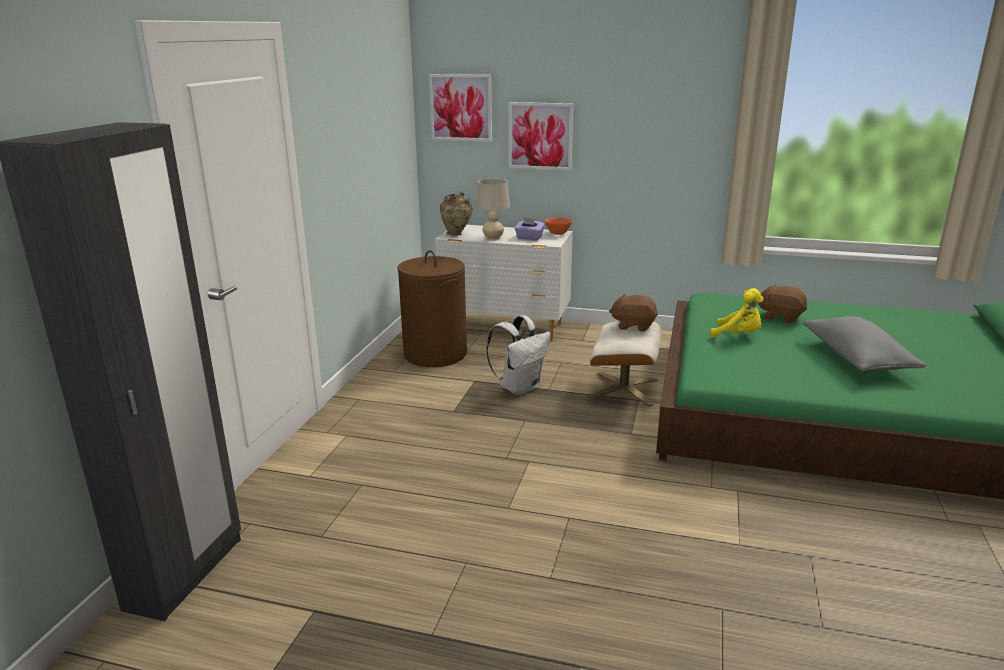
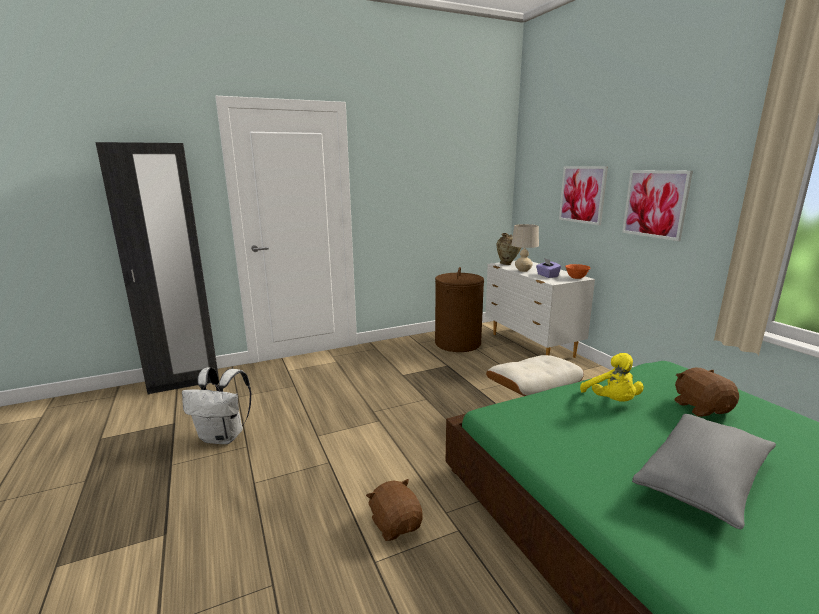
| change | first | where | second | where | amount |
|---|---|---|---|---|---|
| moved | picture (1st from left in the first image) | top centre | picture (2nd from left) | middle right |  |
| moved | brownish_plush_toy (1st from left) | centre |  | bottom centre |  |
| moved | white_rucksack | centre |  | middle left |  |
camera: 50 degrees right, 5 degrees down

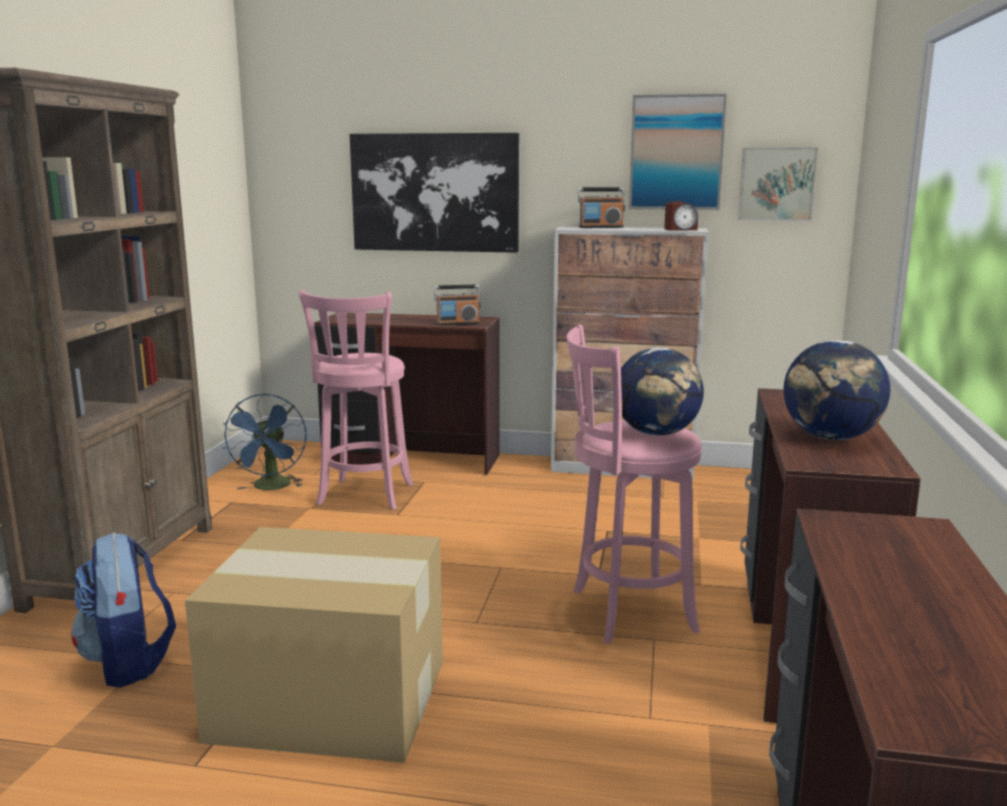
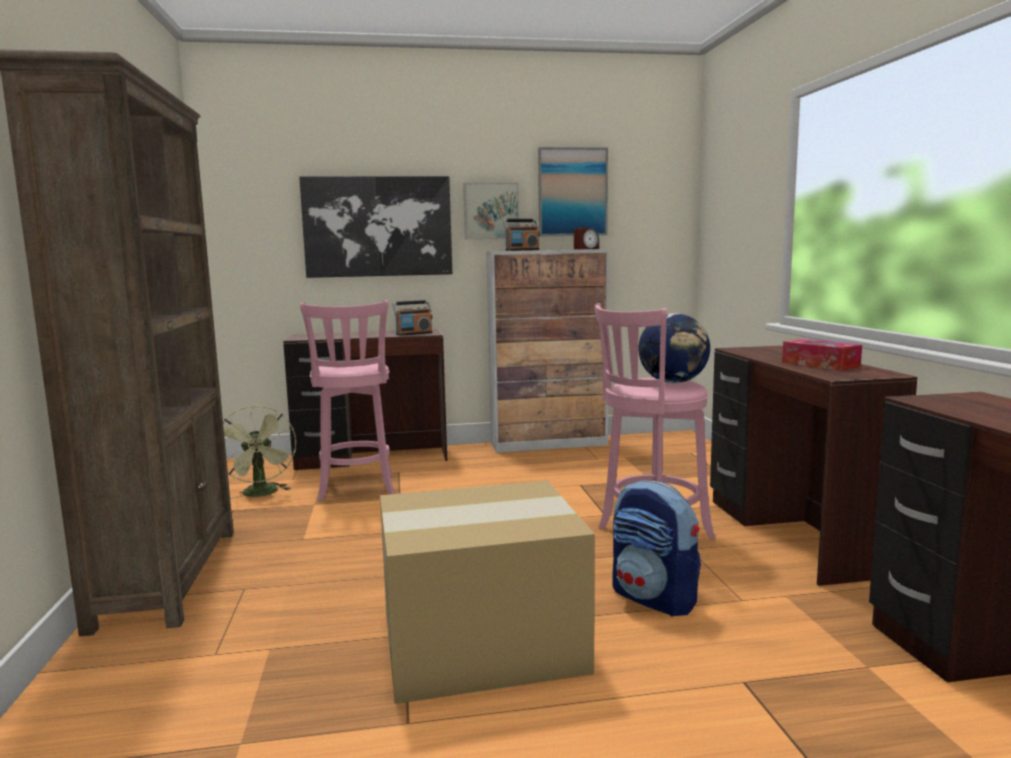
| change | first | where | second | where | amount |
|---|---|---|---|---|---|
| moved | picture (3rd from left in the first image) | top right | picture (2nd from left) | top centre |  |
| replaced | world_globe (2nd from left) | middle right | tissue_box | middle right |  |
| recoloured | bluish_electric_fan | middle left | green-coloured_electric_fan | middle left |  |
| moved | rucksack | bottom left |  | bottom centre |  |
camera: 20 degrees left, 5 degrees down

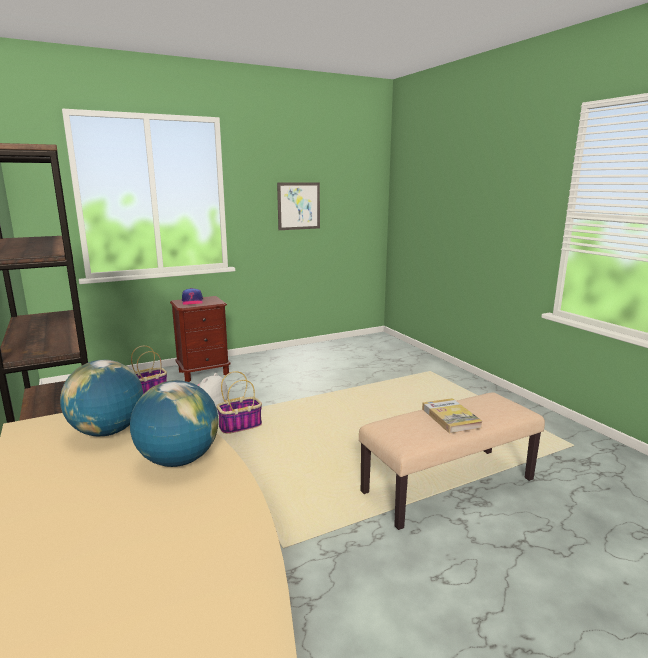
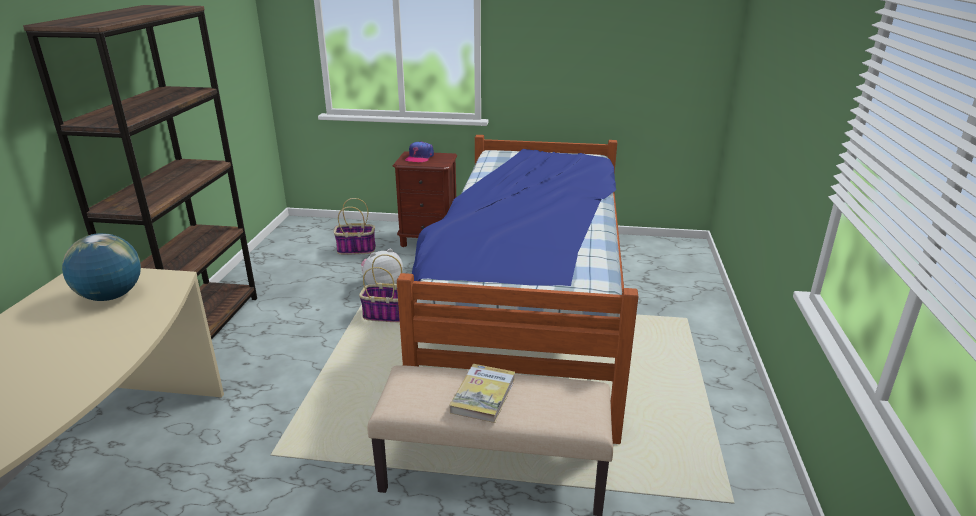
| change | first | where | second | where | amount |
|---|---|---|---|---|---|
| removed | picture | top centre |  |  |  |
| removed | world_globe (2nd from left) | middle left |  |  |  |
| added |  |  | sleeping_bed | centre |  |
camera: 35 degrees right, 10 degrees up

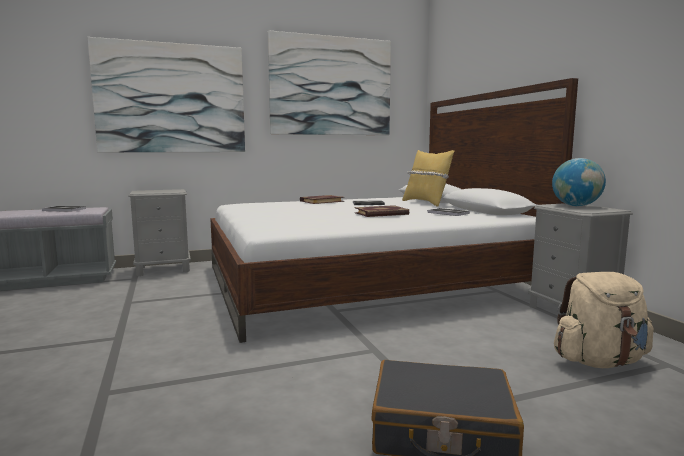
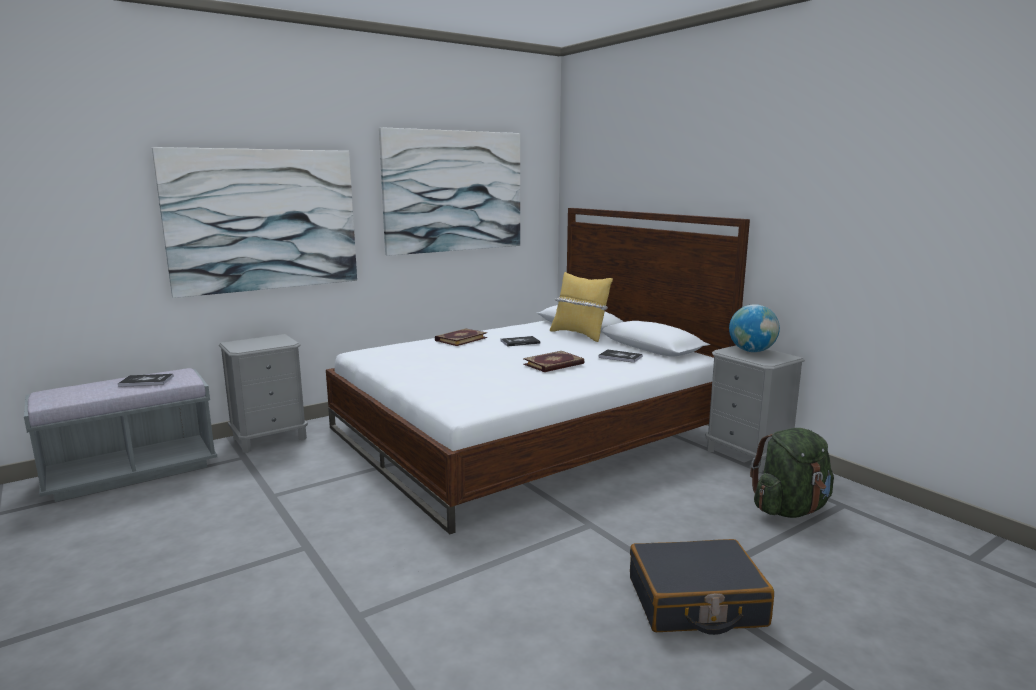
| change | first | where | second | where | amount |
|---|---|---|---|---|---|
| recoloured | sand-coloured_rucksack | bottom right | green-coloured_rucksack | bottom right |  |
camera: 15 degrees left, 5 degrees up

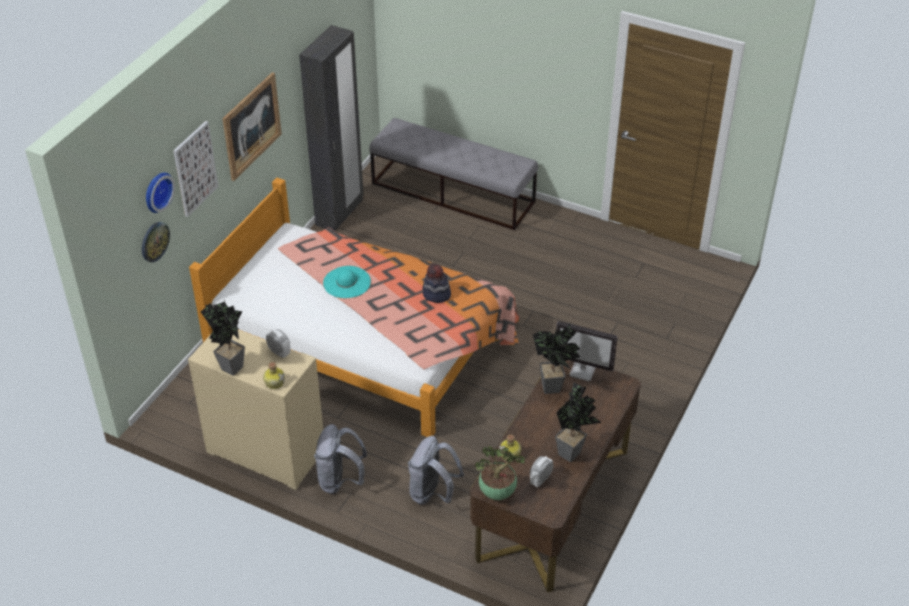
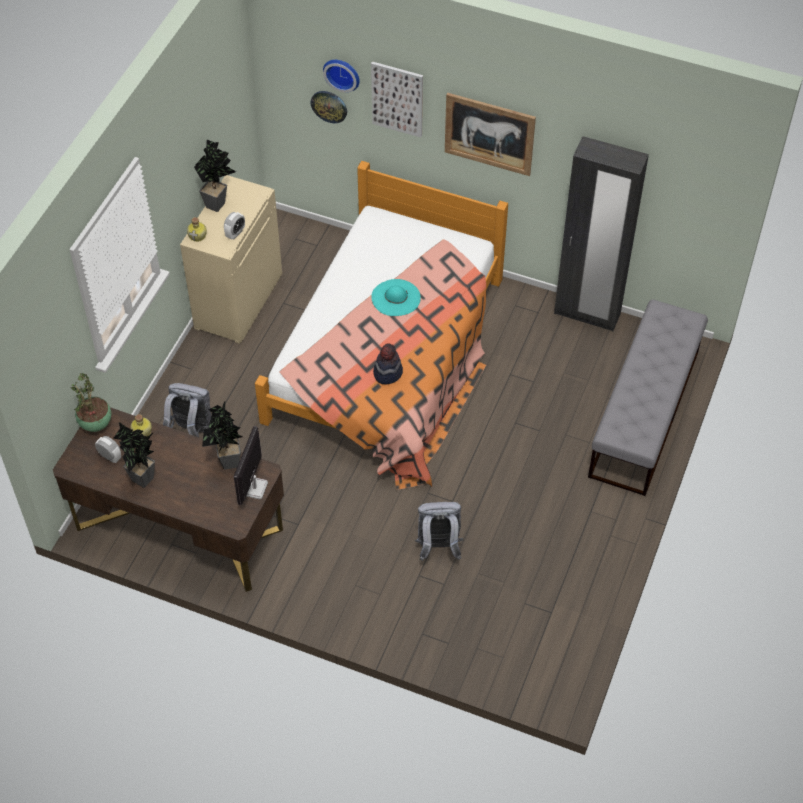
| change | first | where | second | where | amount |
|---|---|---|---|---|---|
| moved | greyish_rucksack (1st from left in the first image) | bottom centre | greyish_rucksack (2nd from left) | centre |  |
camera: 85 degrees right, 10 degrees up

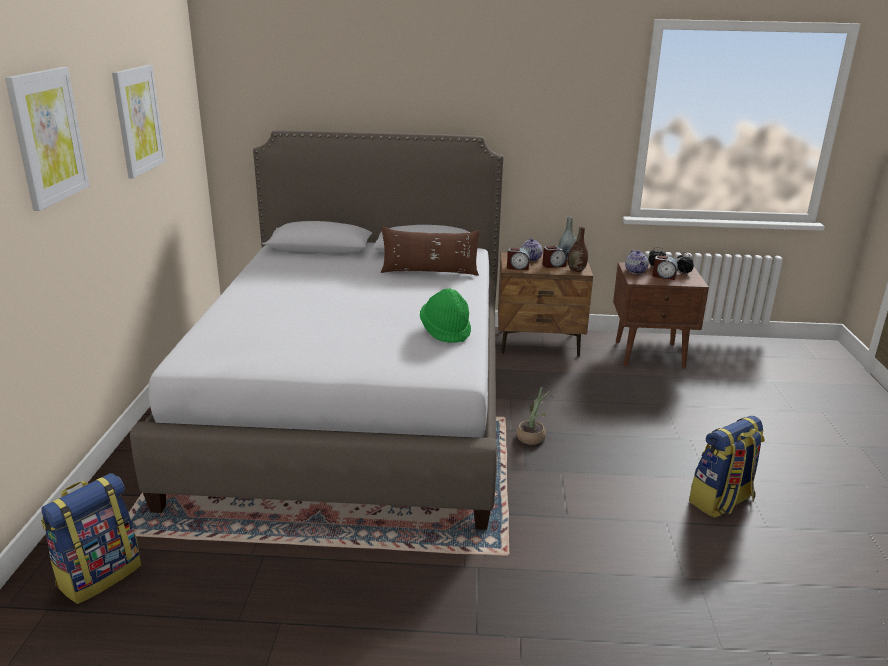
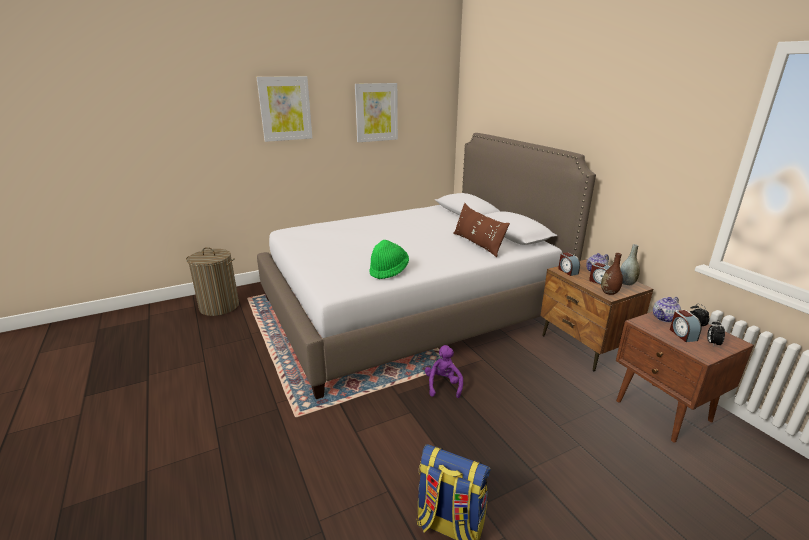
| change | first | where | second | where | amount |
|---|---|---|---|---|---|
| replaced | houseplant | centre | purplish_plush_toy | bottom centre |  |
| replaced | rucksack (1st from left) | bottom left | laundry_basket | middle left |  |
camera: 60 degrees right, 0 degrees up

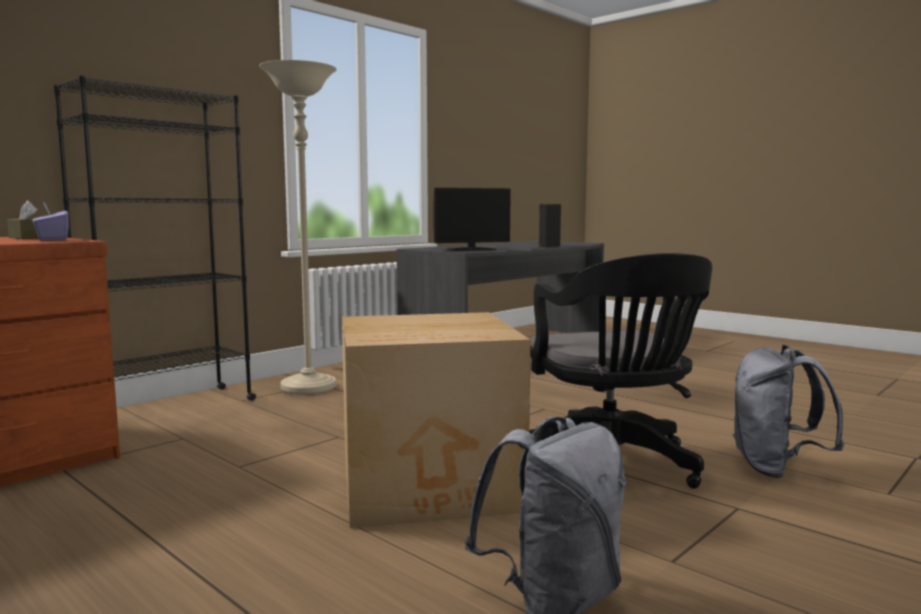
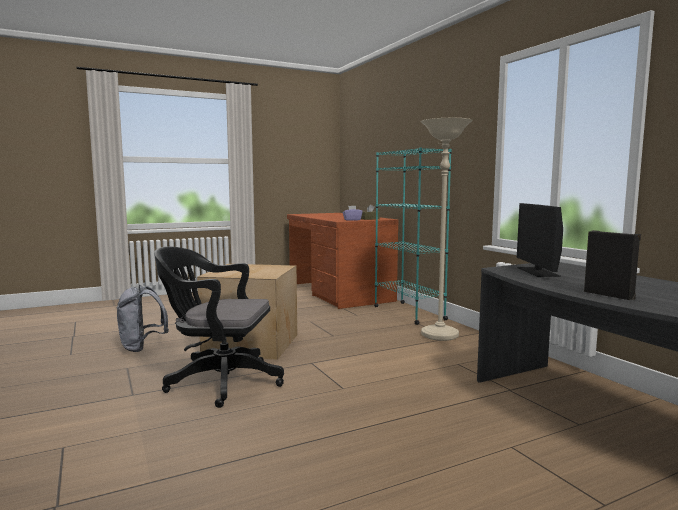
| change | first | where | second | where | amount |
|---|---|---|---|---|---|
| recoloured | blackish_bookshelf | middle left | turquoise-coloured_bookshelf | centre |  |
| removed | greyish_rucksack (2nd from left) | bottom right |  |  |  |
camera: 110 degrees right, 0 degrees up

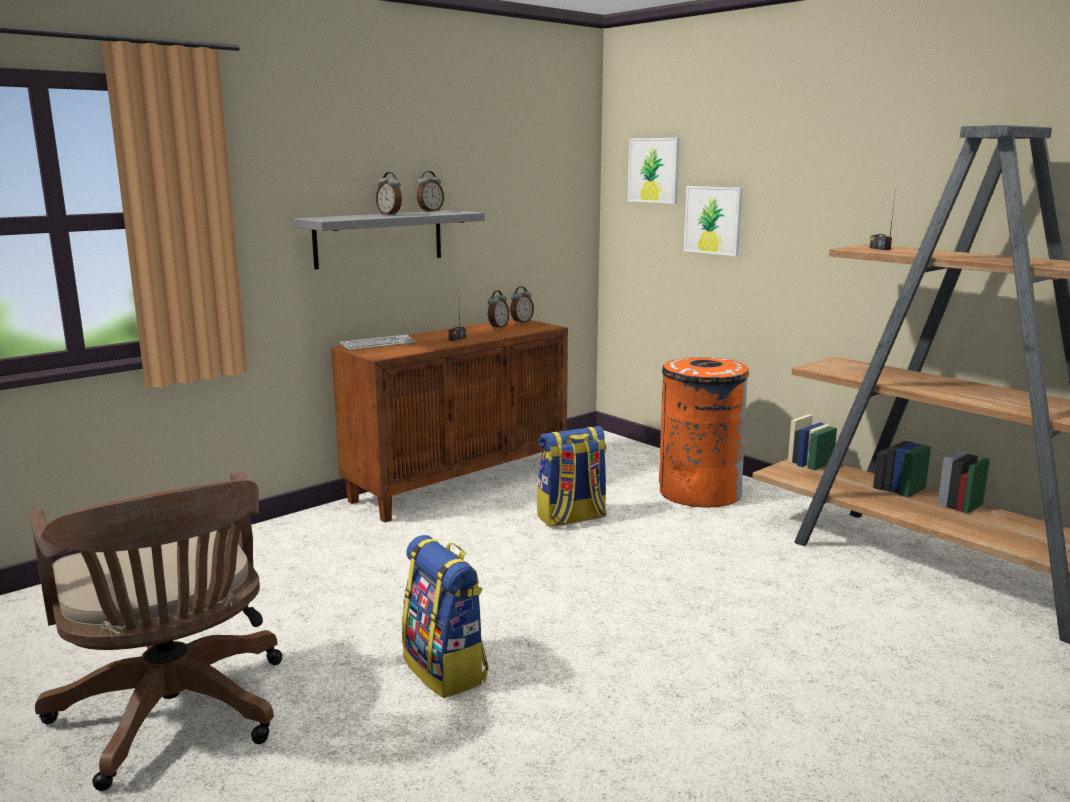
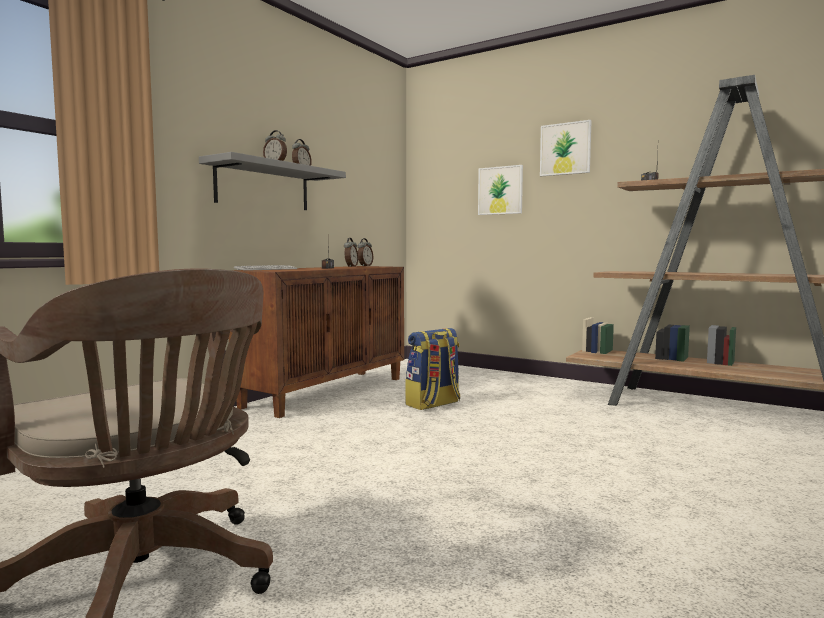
| change | first | where | second | where | amount |
|---|---|---|---|---|---|
| moved | picture (1st from left in the first image) | top centre | picture (2nd from left) | top right |  |
| removed | orange_rubbish_bin | centre |  |  |  |
| removed | rucksack (1st from left) | bottom centre |  |  |  |
camera: 15 degrees left, 10 degrees down

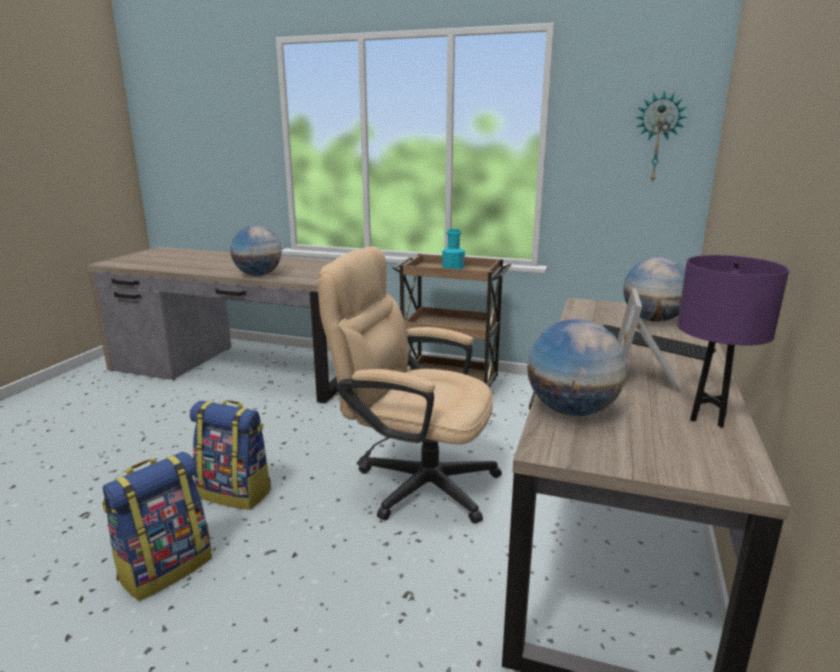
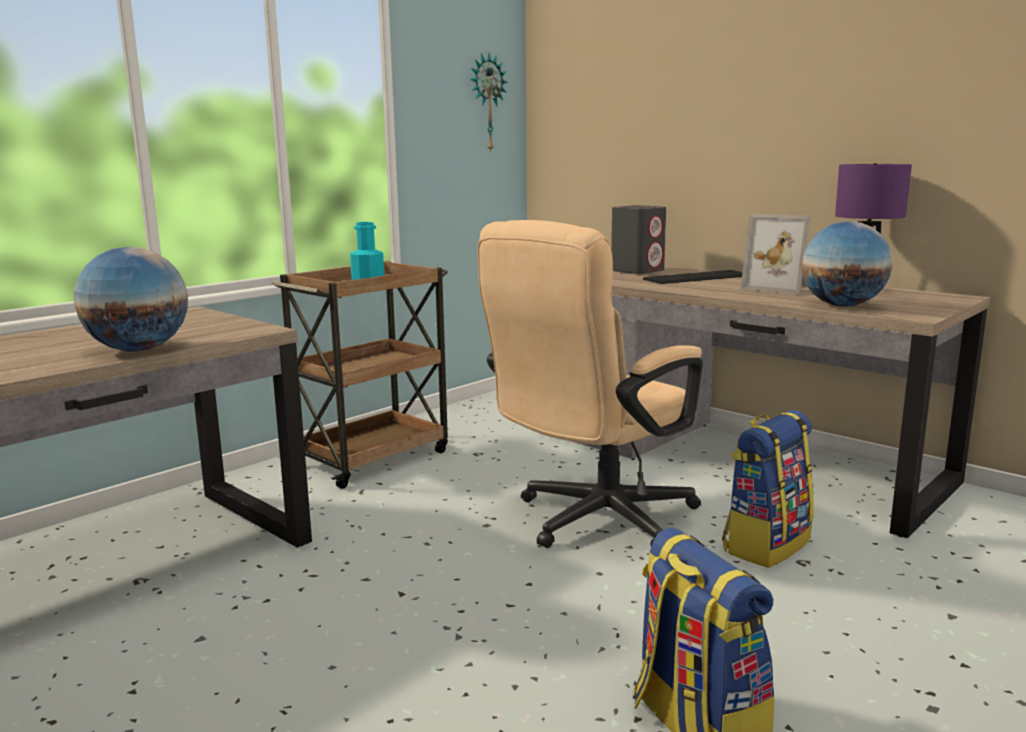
| change | first | where | second | where | amount |
|---|---|---|---|---|---|
| replaced | world_globe (3rd from left) | middle right | greyish_loudspeaker | top centre |  |
| moved | rucksack (2nd from left) | bottom left |  | bottom right |  |
camera: 65 degrees left, 5 degrees down

